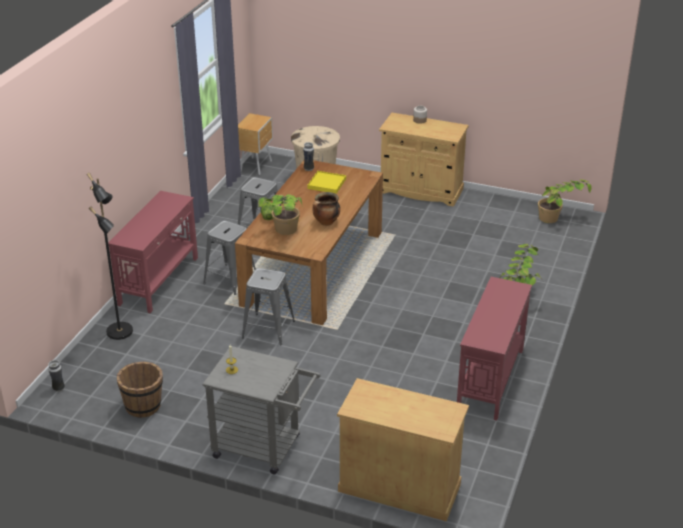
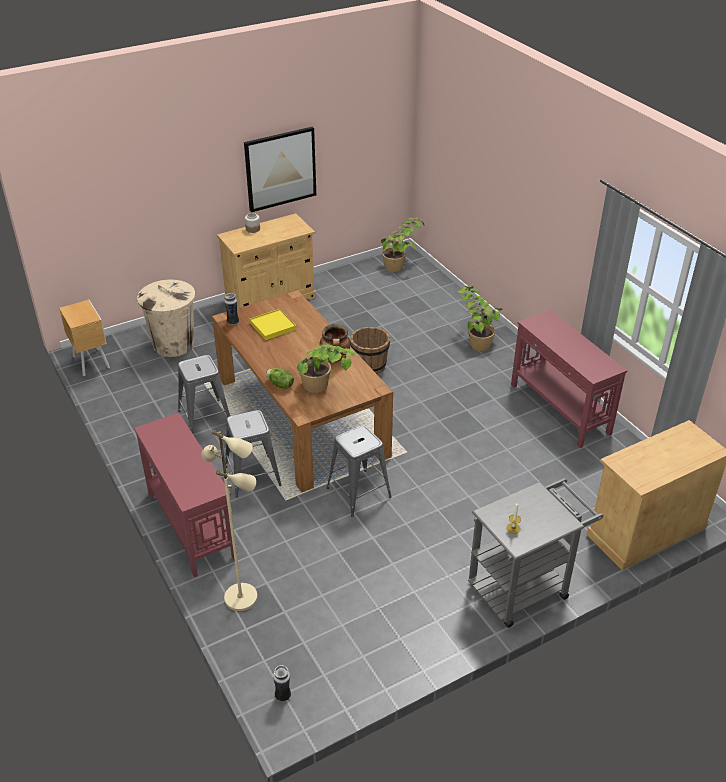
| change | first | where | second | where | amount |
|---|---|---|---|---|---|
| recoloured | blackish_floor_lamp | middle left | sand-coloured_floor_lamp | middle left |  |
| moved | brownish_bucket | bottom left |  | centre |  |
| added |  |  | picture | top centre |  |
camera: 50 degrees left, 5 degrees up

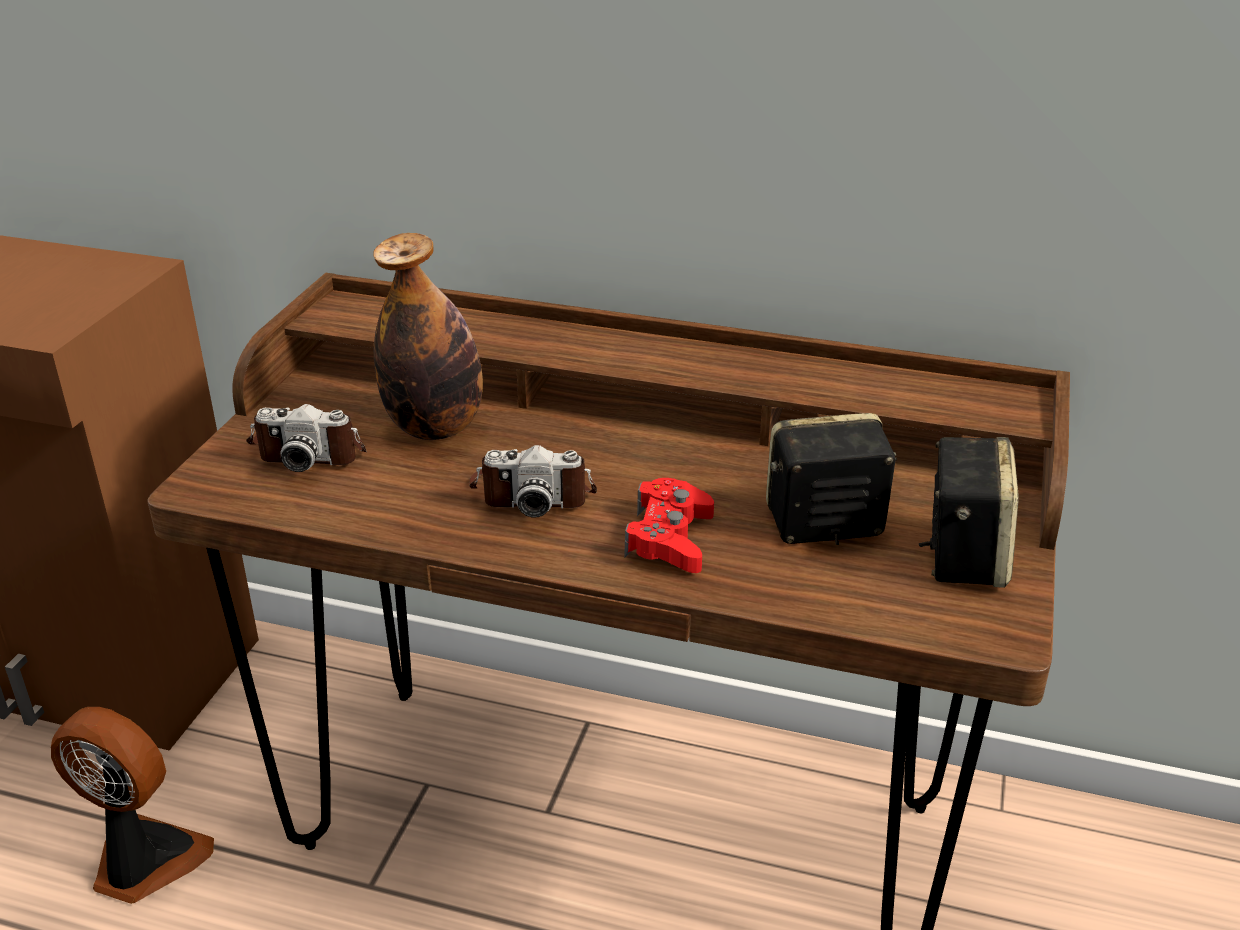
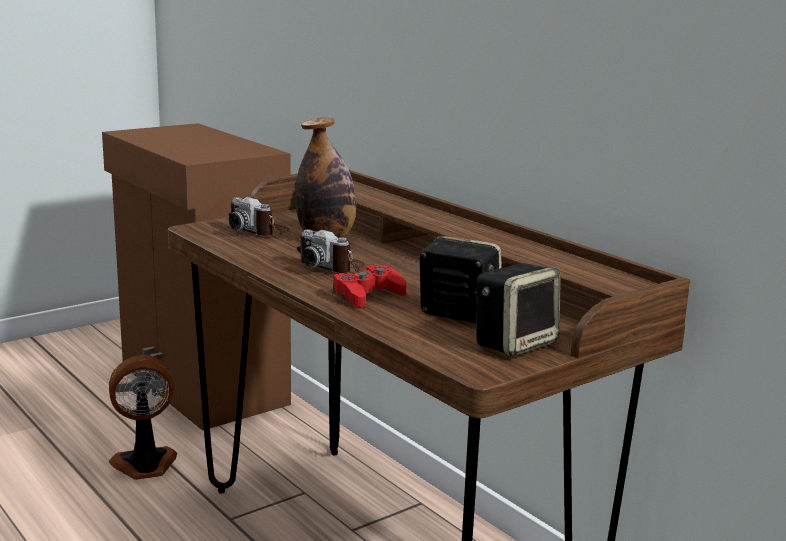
| change | first | where | second | where | amount |
|---|---|---|---|---|---|
| turned | electric_fan | bottom left |  | bottom left | 75 degrees counterclockwise |
camera: 35 degrees right, 15 degrees down

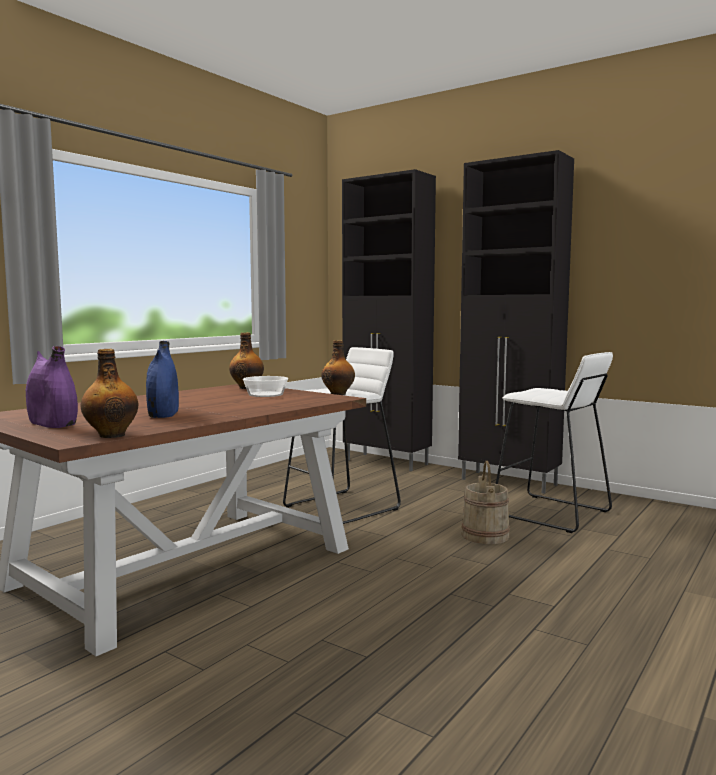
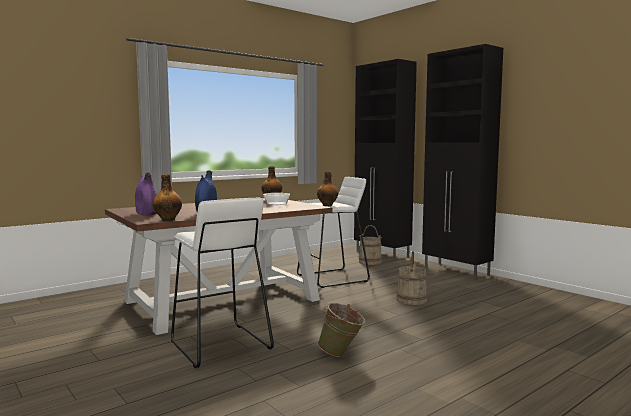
| change | first | where | second | where | amount |
|---|---|---|---|---|---|
| moved | white_sitting_stool (2nd from left in the first image) | middle right | white_sitting_stool (1st from left) | bottom centre |  |
| added |  |  | sand-coloured_bucket (1st from left) | centre |  |
| added |  |  | green-coloured_bucket | bottom centre |  |
camera: 15 degrees right, 0 degrees up

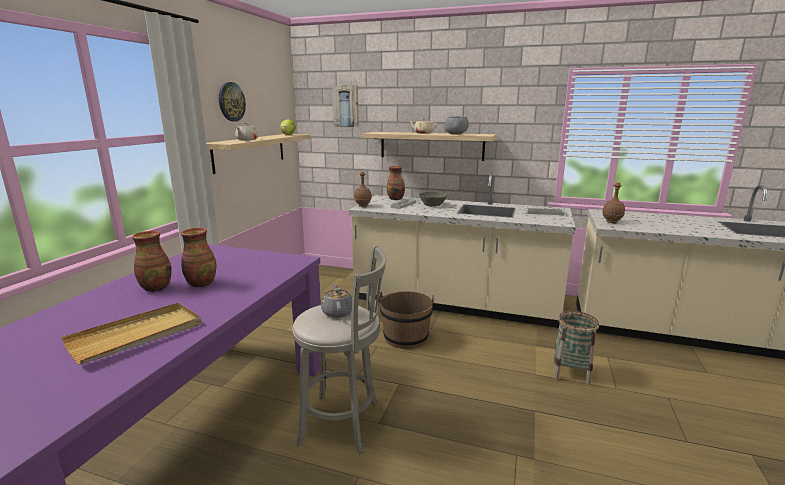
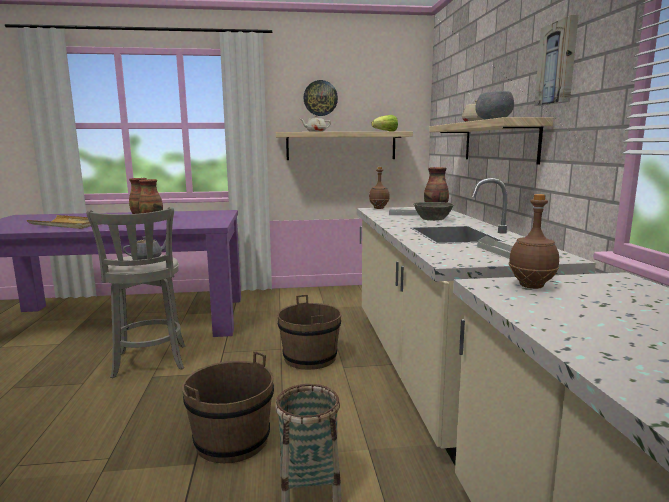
| change | first | where | second | where | amount |
|---|---|---|---|---|---|
| moved | picture | top centre |  | top right |  |
| added |  |  | brownish_bucket (1st from left) | bottom centre |  |
camera: 65 degrees right, 5 degrees down

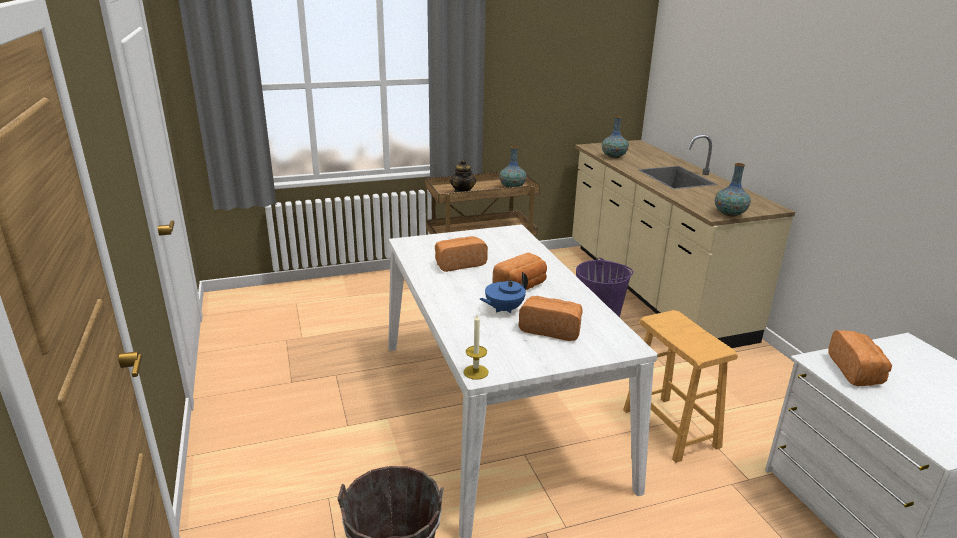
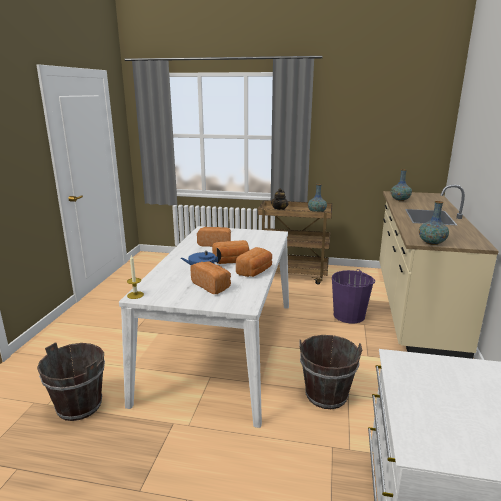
| change | first | where | second | where | amount |
|---|---|---|---|---|---|
| replaced | brownish_sitting_stool | bottom right | brownish_bucket (2nd from left) | bottom centre |  |
| moved | bread (4th from left) | middle right |  | centre |  |
camera: 30 degrees right, 5 degrees down

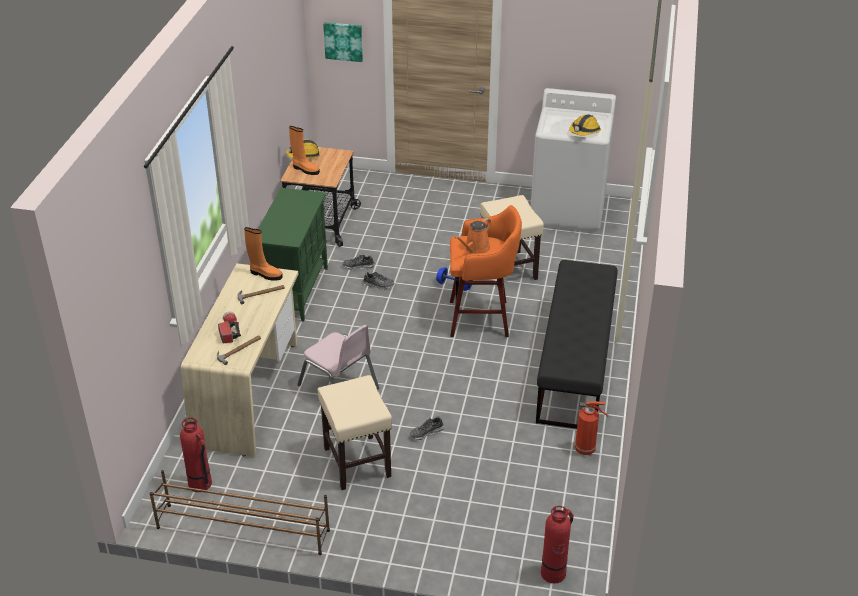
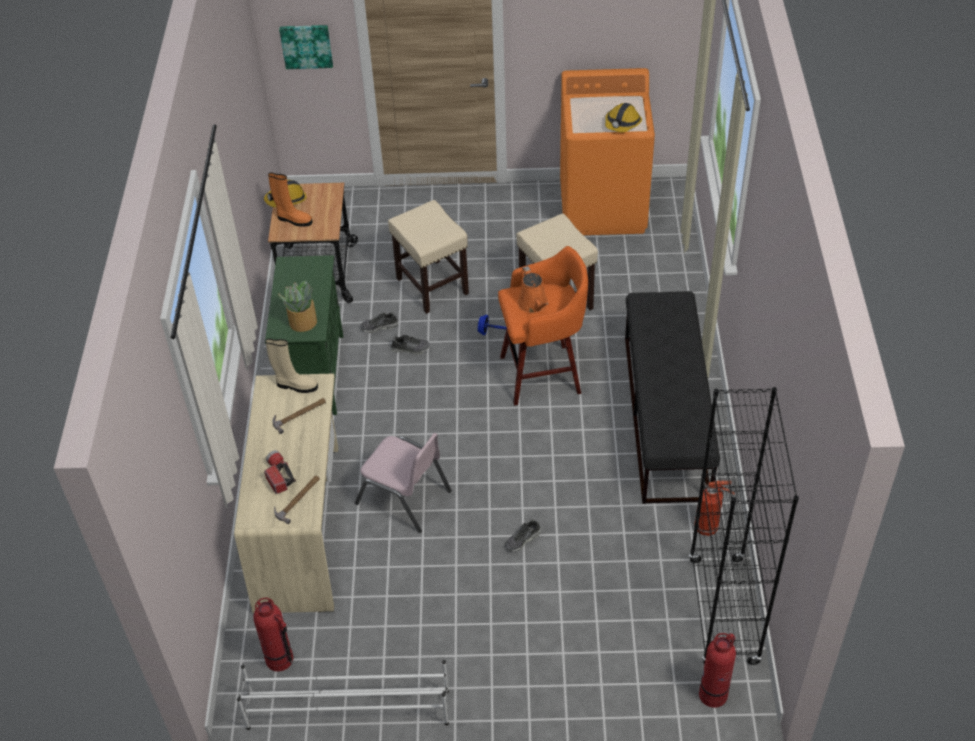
| change | first | where | second | where | amount |
|---|---|---|---|---|---|
| recoloured | white_washing_machine | top right | orange_washing_machine | top centre |  |
| turned | orange_sprinkling_can | centre |  | centre | 45 degrees counterclockwise |
| recoloured | orange_tall_boot (1st from left) | middle left | sand-coloured_tall_boot | middle left |  |
| moved | sand-coloured_sitting_stool (1st from left) | bottom centre |  | centre |  |
| recoloured | brownish_shoe_shelf | bottom left | white_shoe_shelf | bottom centre |  |
| added |  |  | houseplant | middle left |  |
| added |  |  | blackish_bookshelf | bottom right |  |
camera: 10 degrees left, 10 degrees up

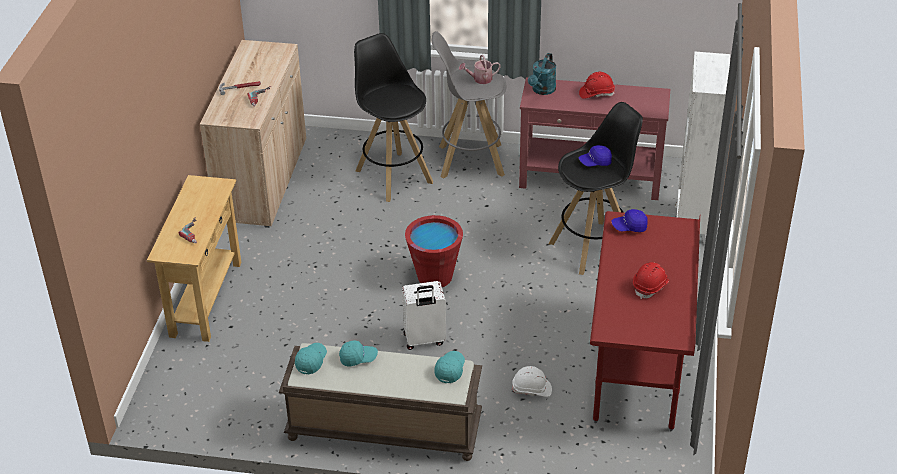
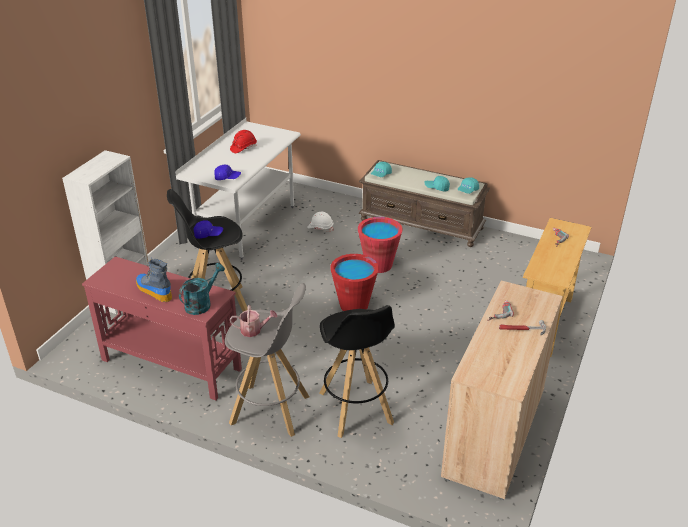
| change | first | where | second | where | amount |
|---|---|---|---|---|---|
| replaced | reddish_safety_helmet (1st from left) | top centre | tall_boot | middle left |  |
| recoloured | reddish_desk_unit | bottom right | white_desk_unit | centre |  |
| replaced | white_travel_case | centre | reddish_bucket (2nd from left) | centre |  |
camera: 165 degrees left, 5 degrees down

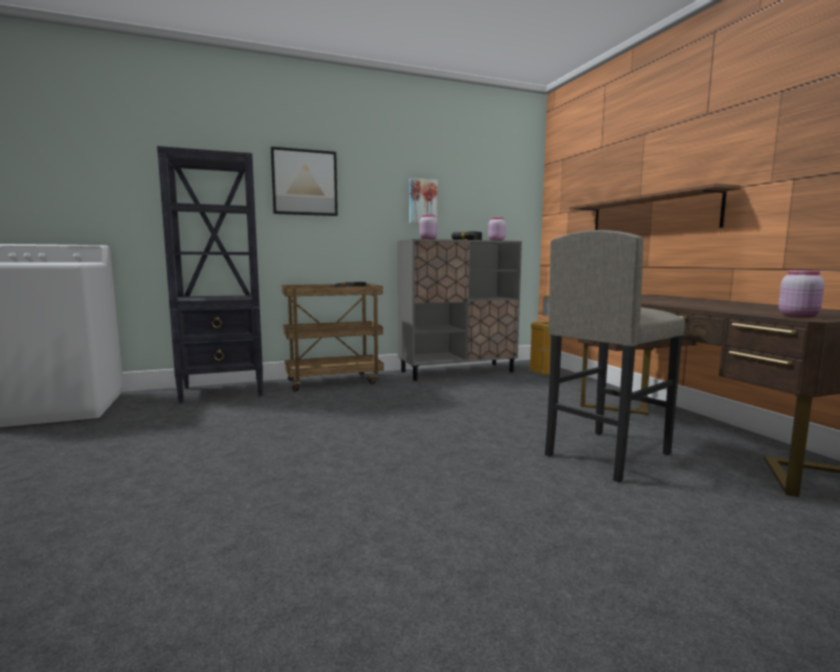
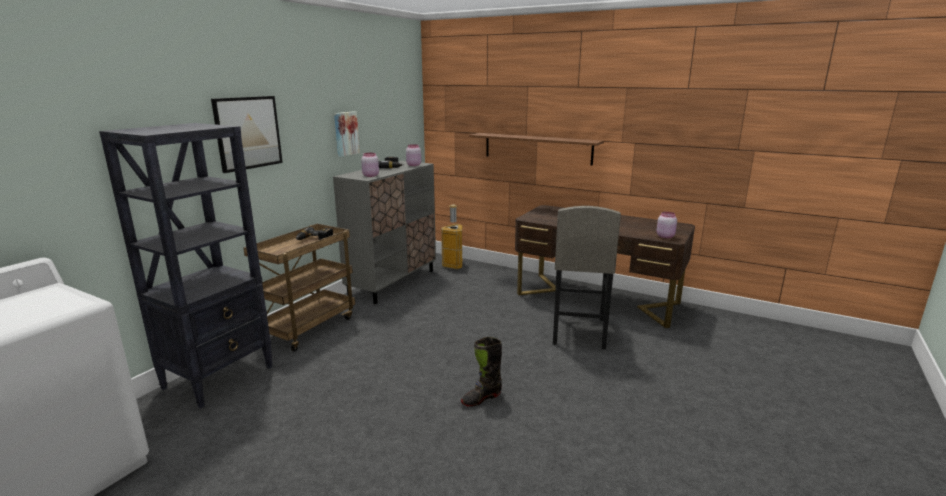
| change | first | where | second | where | amount |
|---|---|---|---|---|---|
| added |  |  | blackish_tall_boot | bottom centre |  |
camera: 40 degrees left, 10 degrees up

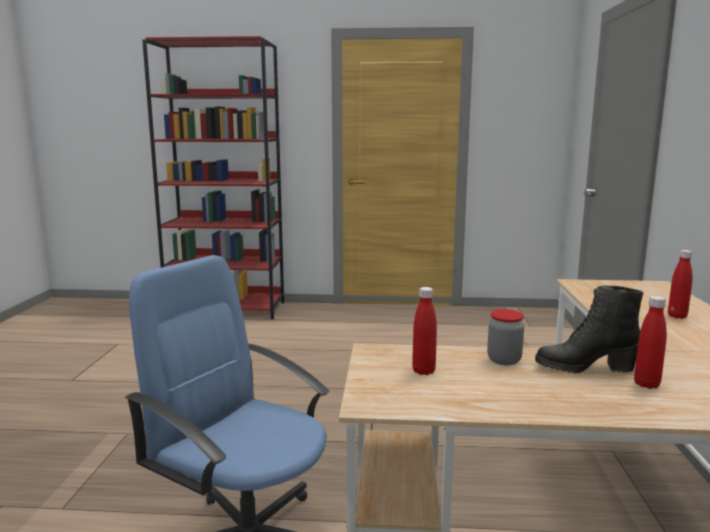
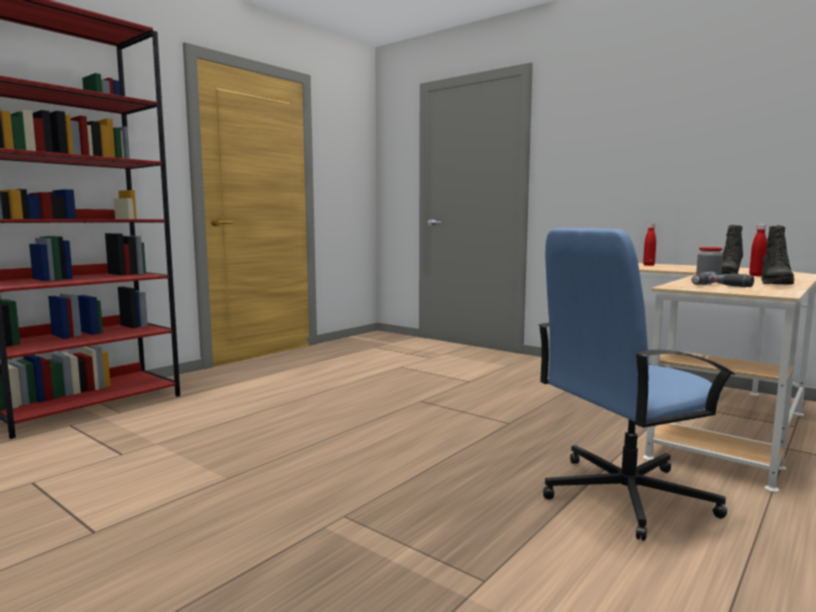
| change | first | where | second | where | amount |
|---|---|---|---|---|---|
| replaced | reddish_bottle (1st from left) | centre | drill | middle right |  |
| added |  |  | blackish_tall_boot (2nd from left) | middle right |  |
camera: 55 degrees left, 5 degrees down

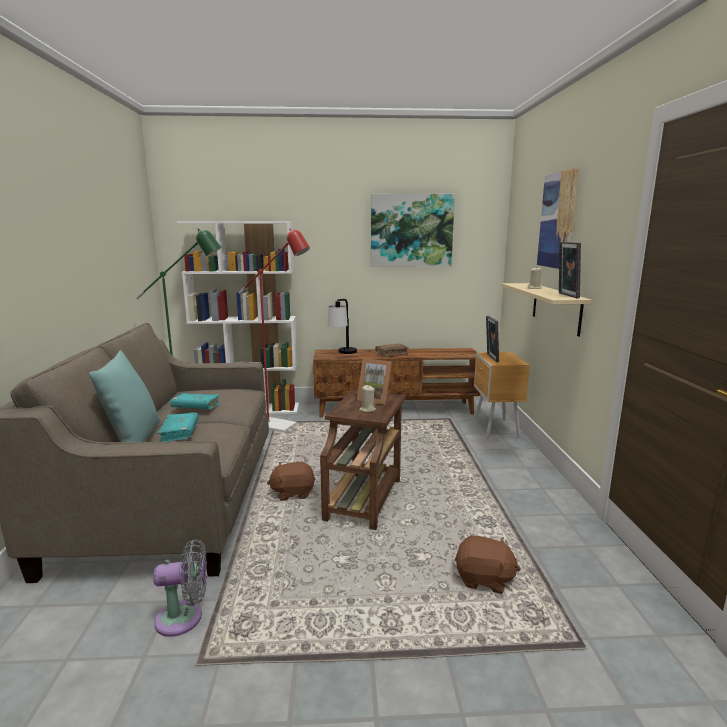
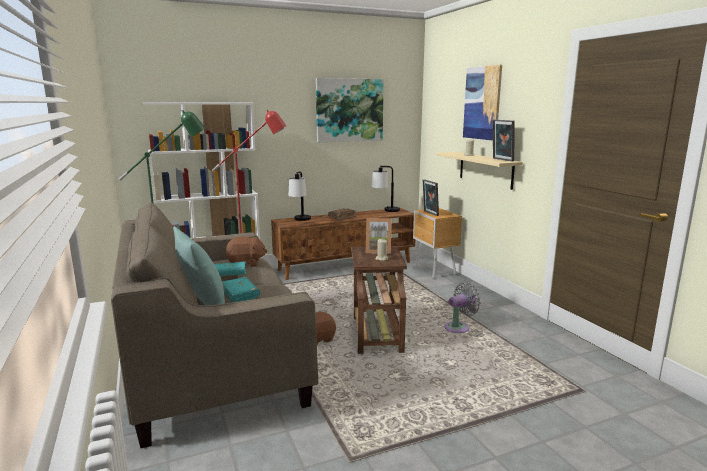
| change | first | where | second | where | amount |
|---|---|---|---|---|---|
| moved | brownish_plush_toy (2nd from left in the first image) | bottom right | brownish_plush_toy (1st from left) | centre |  |
| moved | greyish_electric_fan | bottom left |  | centre |  |
| added |  |  | tabletop_lamp (2nd from left) | centre |  |
camera: 20 degrees left, 0 degrees up

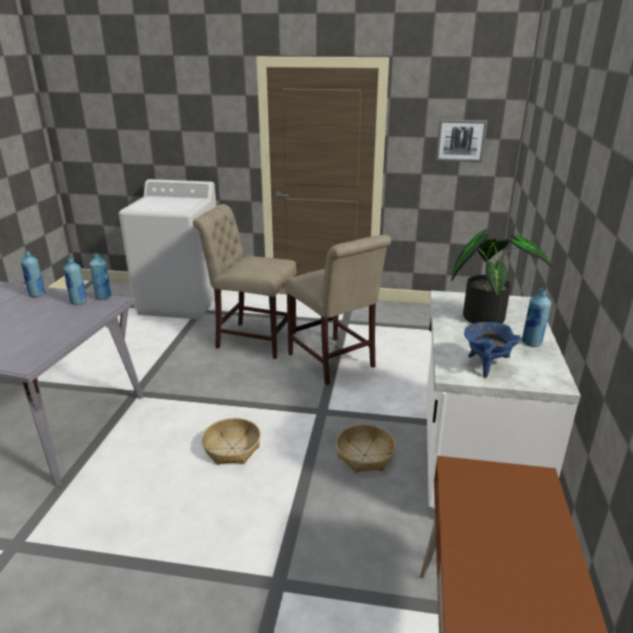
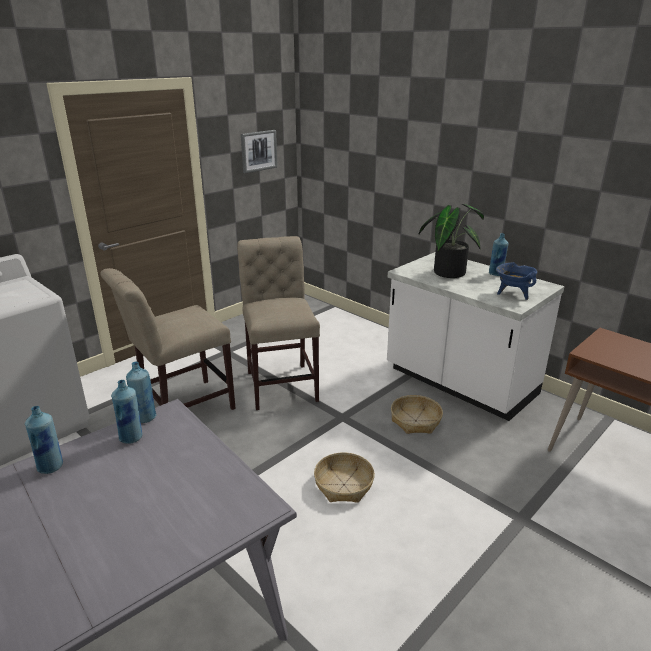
| change | first | where | second | where | amount |
|---|---|---|---|---|---|
| turned | sand-coloured_upright_chair (2nd from left) | centre |  | centre | 105 degrees counterclockwise |
camera: 55 degrees left, 0 degrees up

